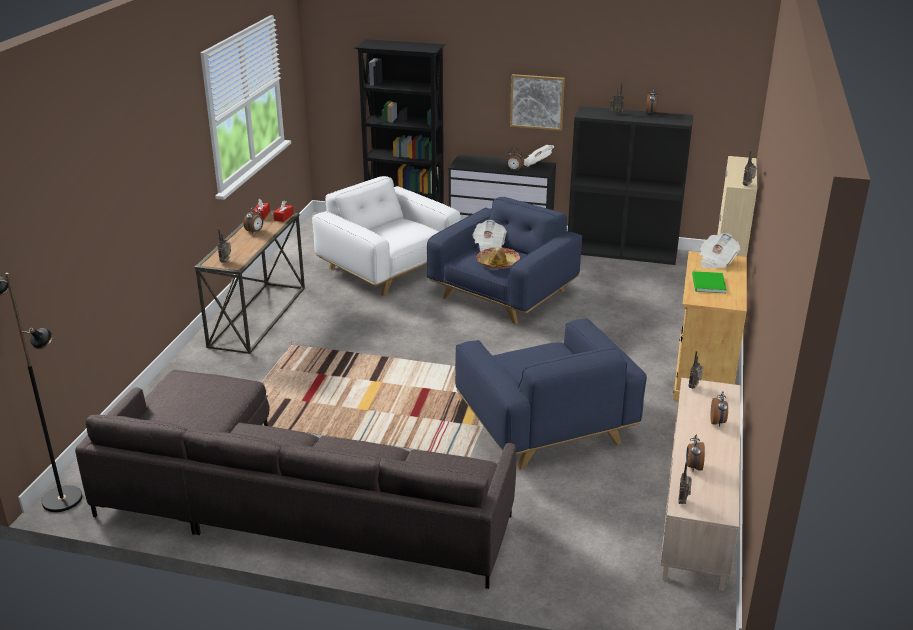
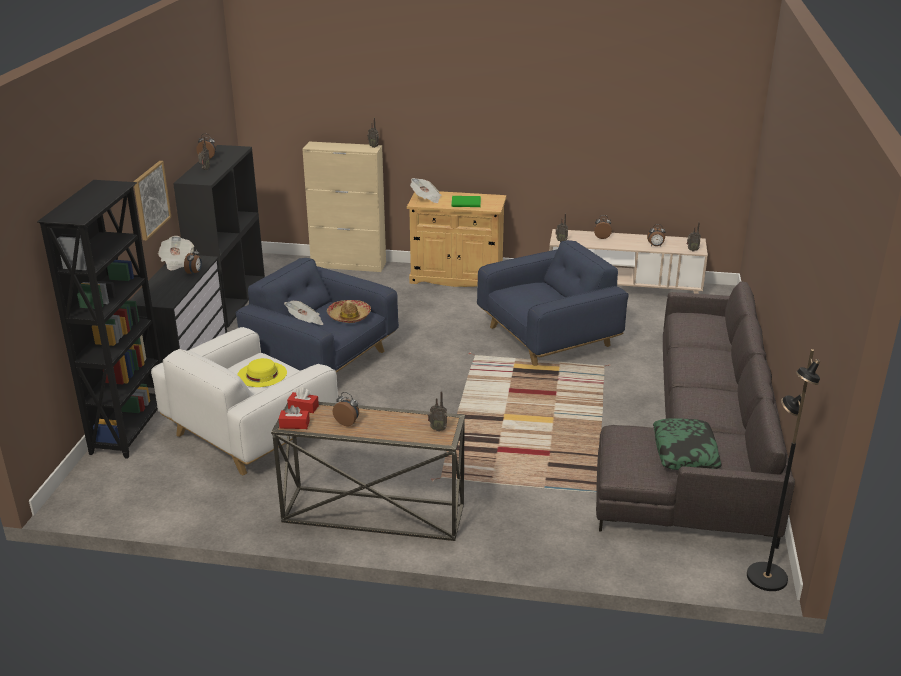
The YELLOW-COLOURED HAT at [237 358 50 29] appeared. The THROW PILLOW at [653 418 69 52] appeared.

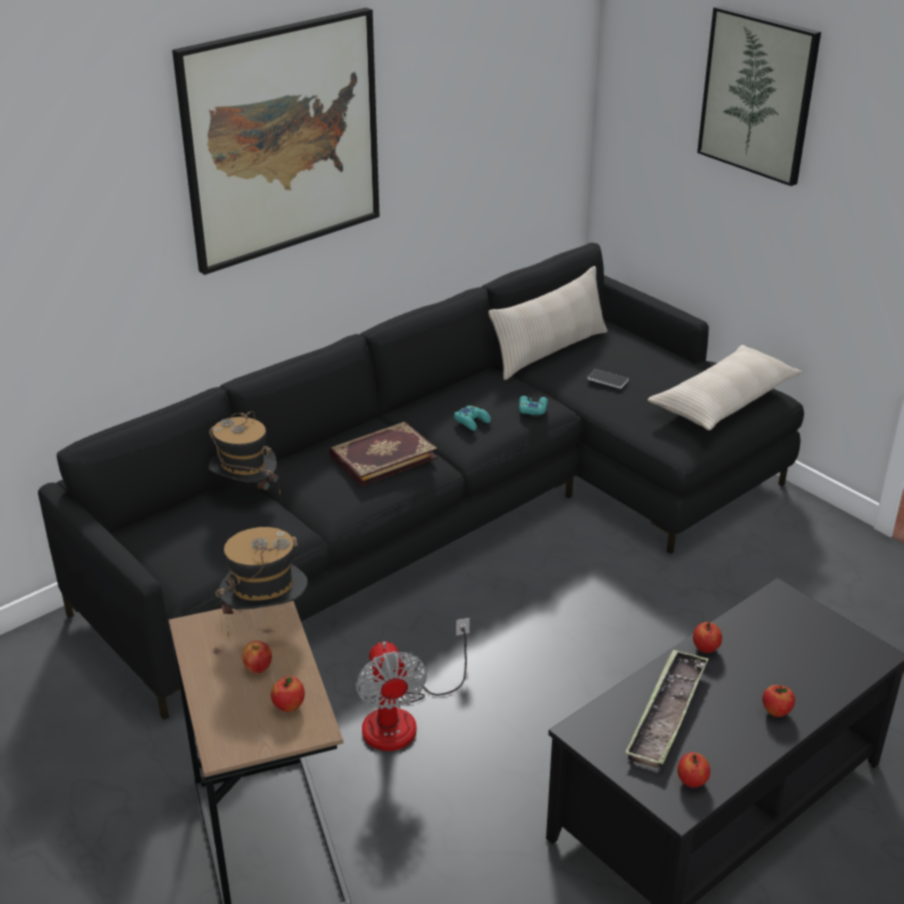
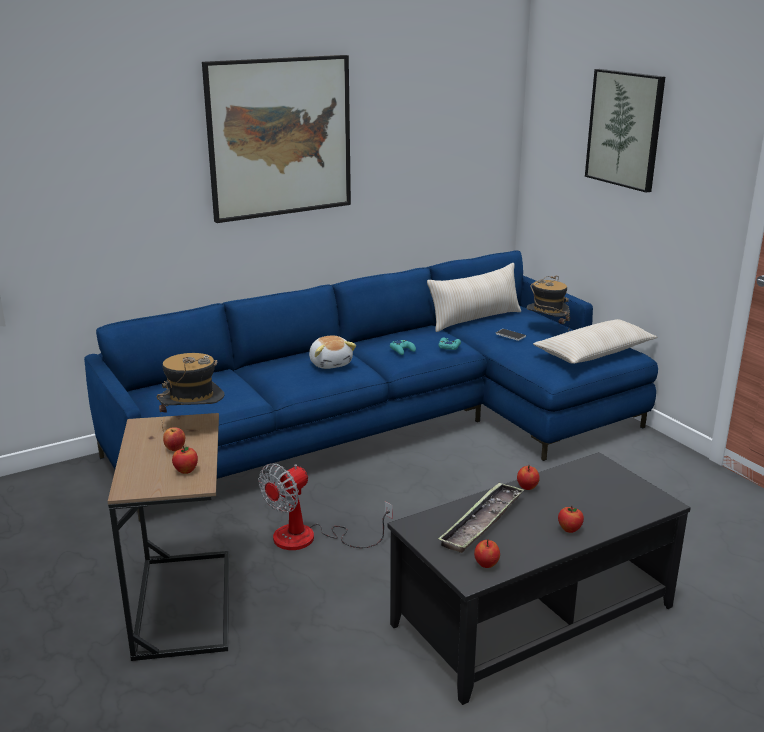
The BLACKISH COUCH at [38 243 766 476] became the BLUE-COLOURED COUCH at [84 250 574 272]. The FAN at [356 618 114 133] turned 45 degrees clockwise. The BOOK at [329 422 109 64] was replaced by the CUDDLY TOY at [309 335 47 34]. The HAT moved from [209 411 71 83] to [527 276 43 56].

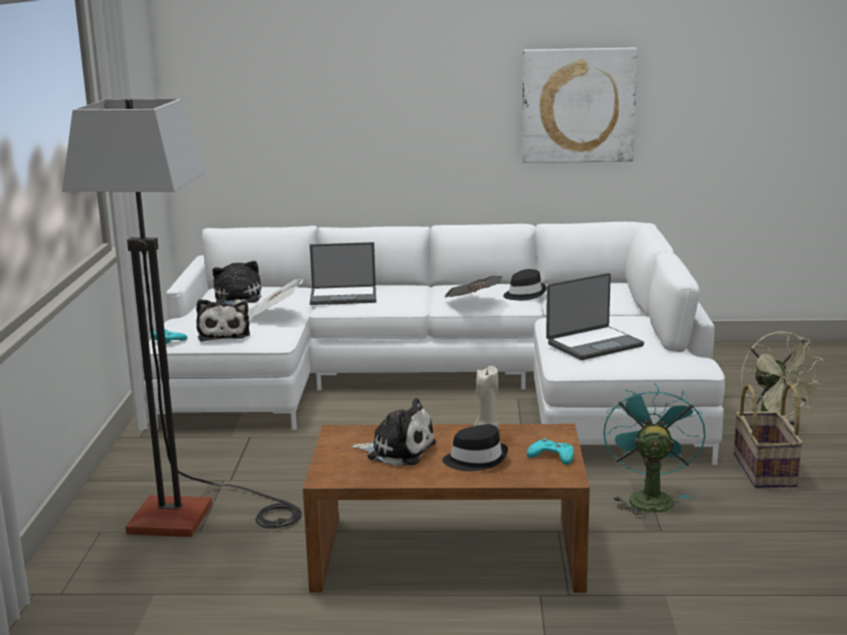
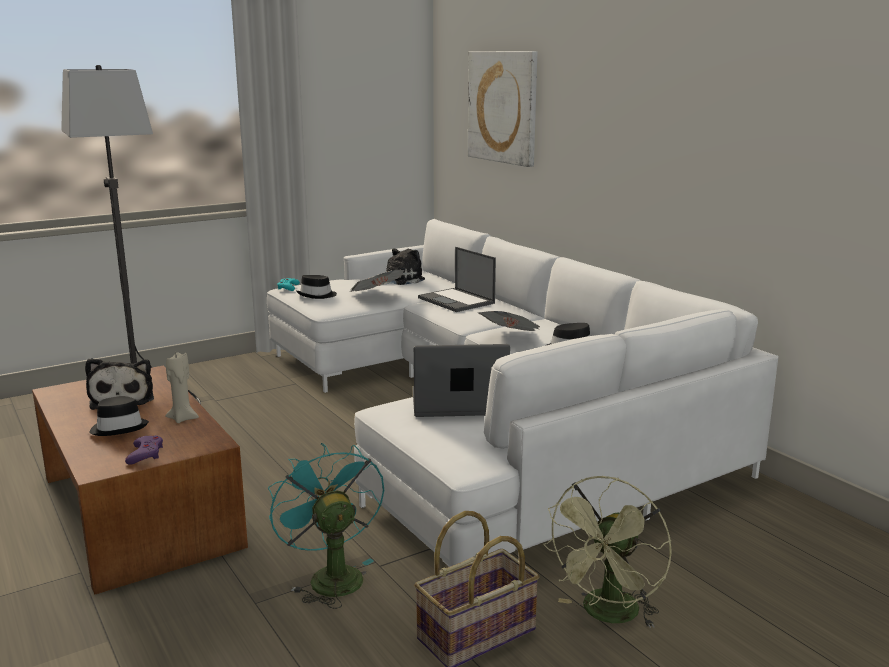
The BLUE-GREEN GAME CONTROLLER at [527 438 47 27] became the PURPLE GAME CONTROLLER at [125 435 38 30]. The BLUE-GREEN FAN at [603 383 103 136] turned 90 degrees counterclockwise. The CUDDLY TOY at [196 299 54 43] was replaced by the BLACKISH HAT at [297 275 40 24]. The PORTABLE COMPUTER at [546 273 98 87] turned 150 degrees clockwise. The PICTURE moved from [522 48 115 115] to [468 51 69 116].

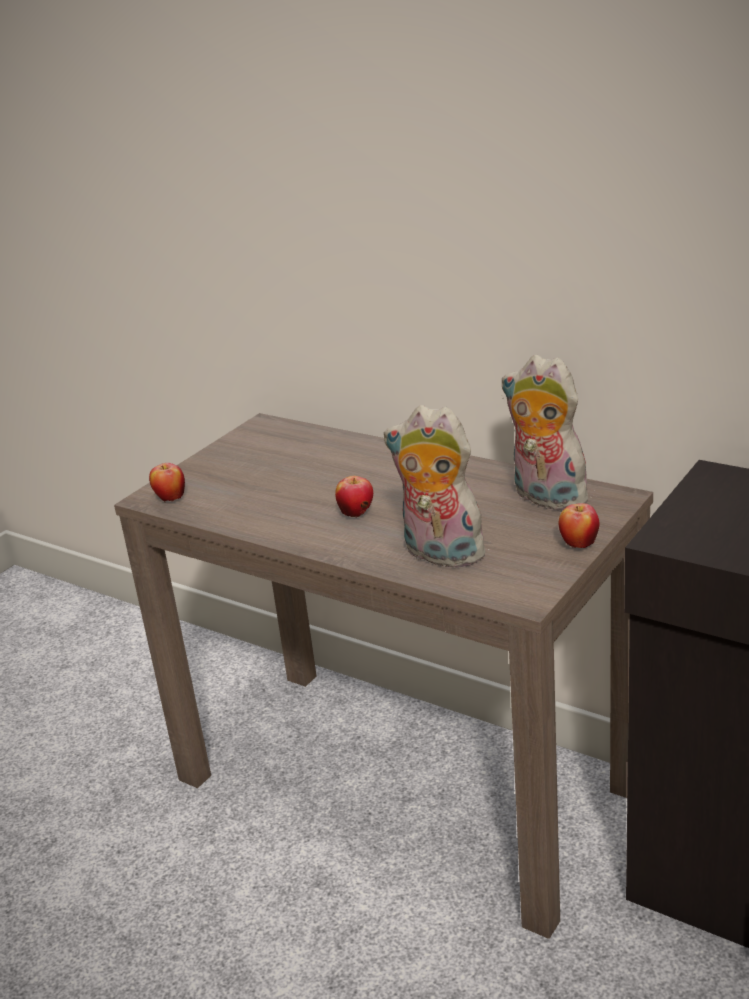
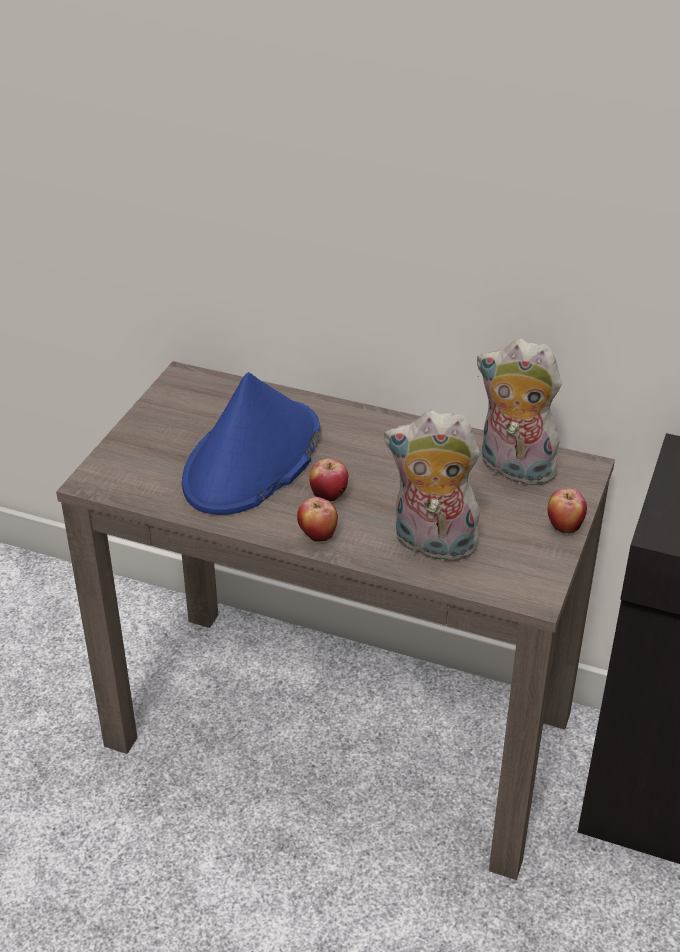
The BLUE-COLOURED HAT at [182 372 138 143] appeared. The APPLE FRUIT moved from [149 463 36 40] to [297 497 41 45].

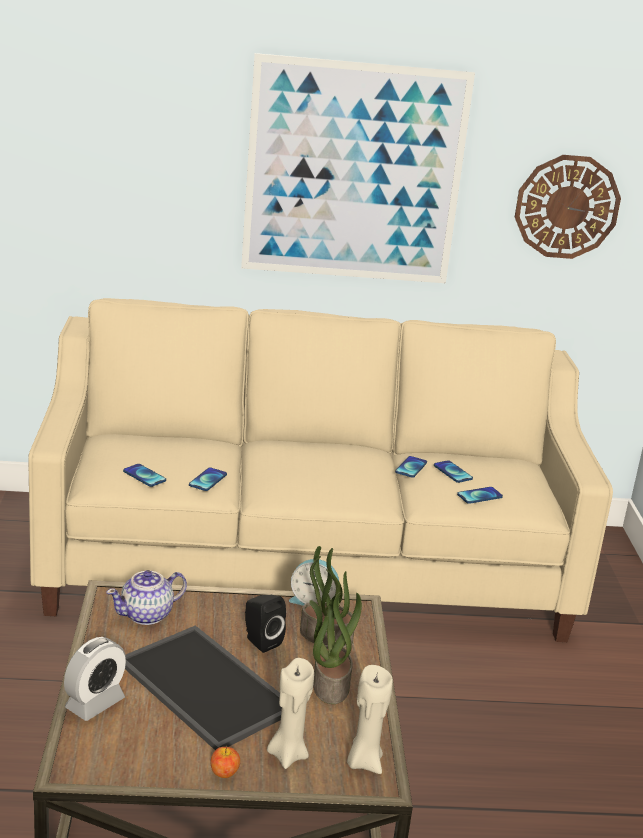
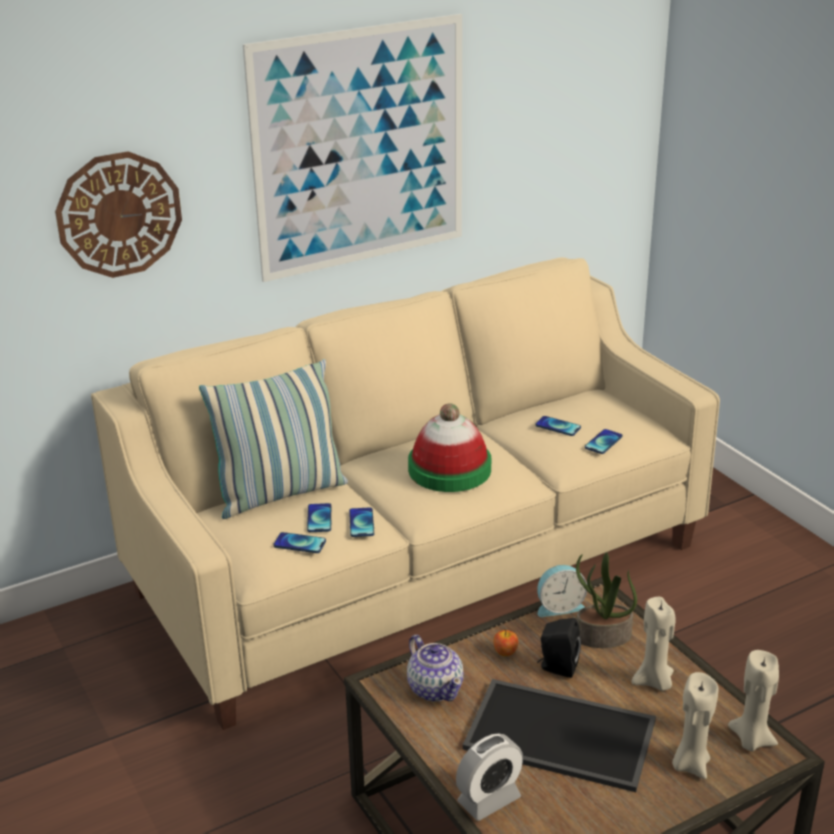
The HANGING CLOCK moved from [515 155 106 104] to [55 151 127 127]. The THROW PILLOW at [199 359 149 160] appeared. The TELEPHONE moved from [395 456 32 22] to [307 503 24 29]. The POT FOR TEA at [106 570 81 55] turned 60 degrees counterclockwise. The HAT at [408 403 83 89] appeared. The ALARM CLOCK at [64 637 62 84] turned 45 degrees clockwise. The APPLE FRUIT moved from [210 746 30 32] to [493 629 25 27]. The HOUSEPLANT at [309 591 53 113] was replaced by the BEIGE WAX CANDLE at [632 597 44 94].

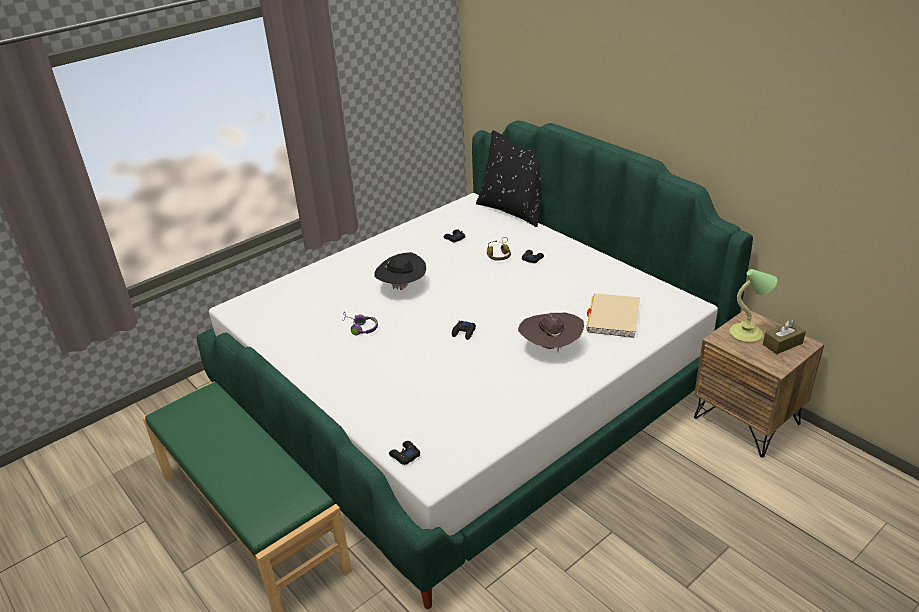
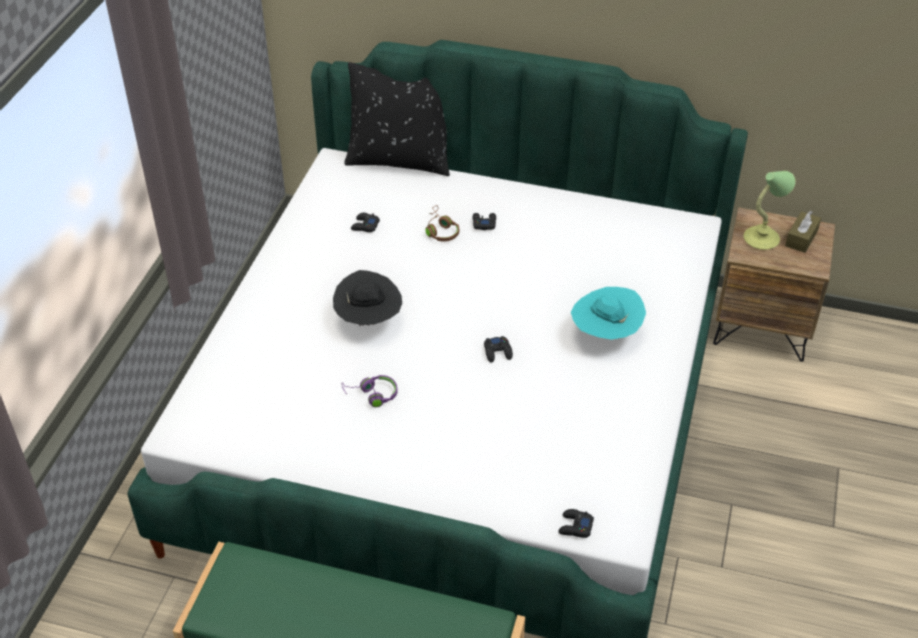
The BROWNISH HAT at [518 313 66 38] became the BLUE-GREEN HAT at [571 287 75 53]. The BEIGE BOOK at [586 293 54 45] disappeared.

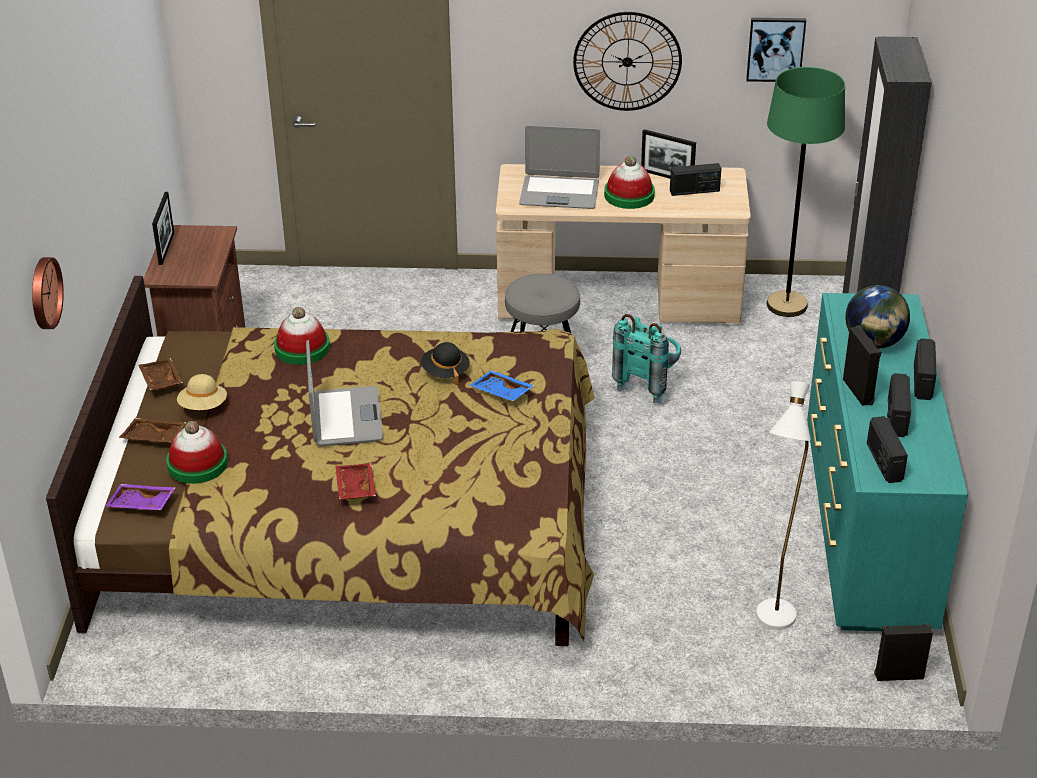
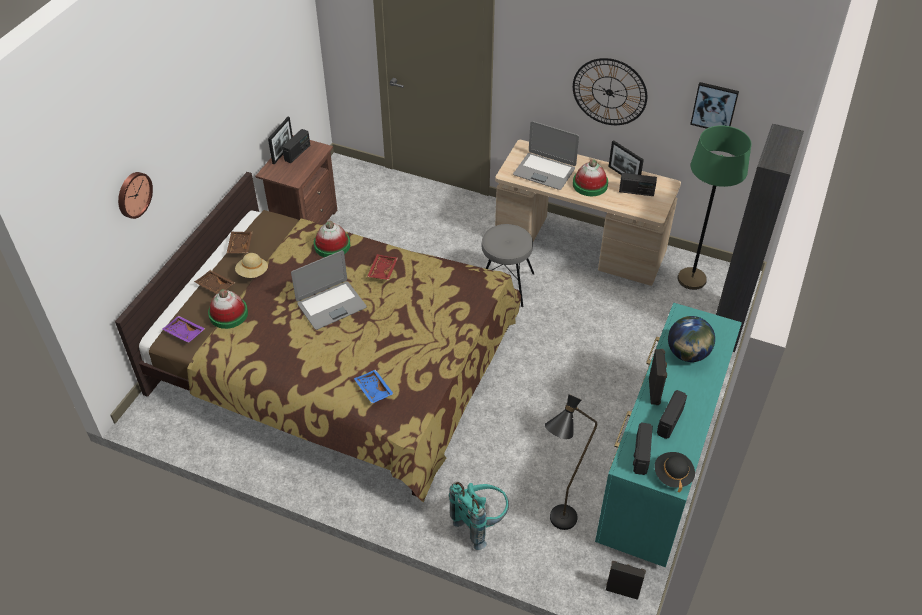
The RADIO SET moved from [914 338 23 62] to [282 129 28 34]. The PORTABLE COMPUTER at [306 340 77 107] turned 45 degrees clockwise. The BLUE-COLOURED CARRYING TRAY moved from [470 370 65 31] to [354 370 40 34]. The REDDISH CARRYING TRAY moved from [335 463 41 36] to [367 254 31 26]. The BLUE-GREEN RUCKSACK moved from [612 314 69 90] to [449 482 60 68]. The WHITISH STANDING LAMP at [756 381 55 249] became the BLACKISH STANDING LAMP at [545 394 52 136]. The BLACKISH HAT moved from [421 342 49 43] to [654 452 41 40].

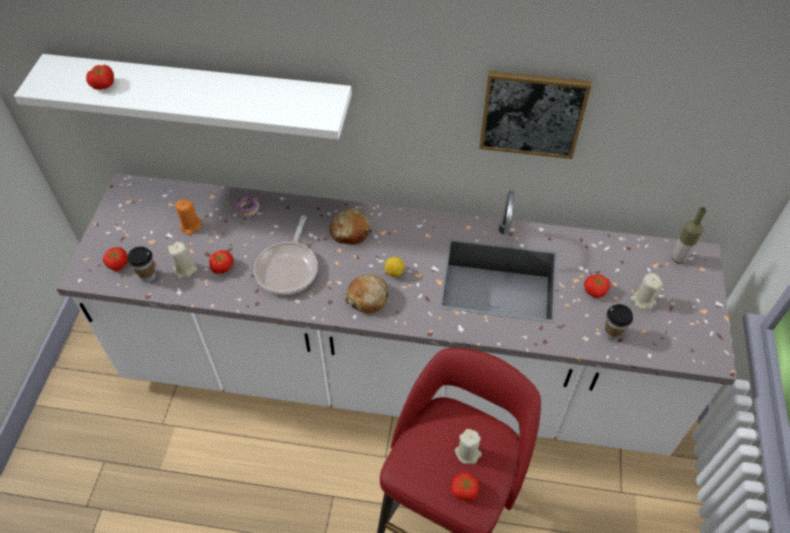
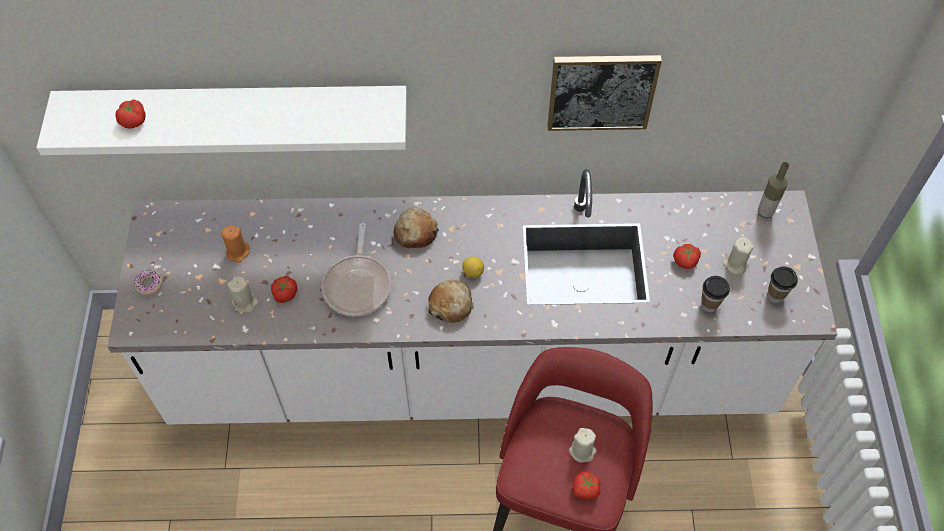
The RING DOUGHNUT moved from [235 196 24 21] to [134 270 29 25]. The DRINKING CUP moved from [127 246 29 36] to [767 266 31 37]. The FRESH TOMATO at [103 247 25 24] disappeared.

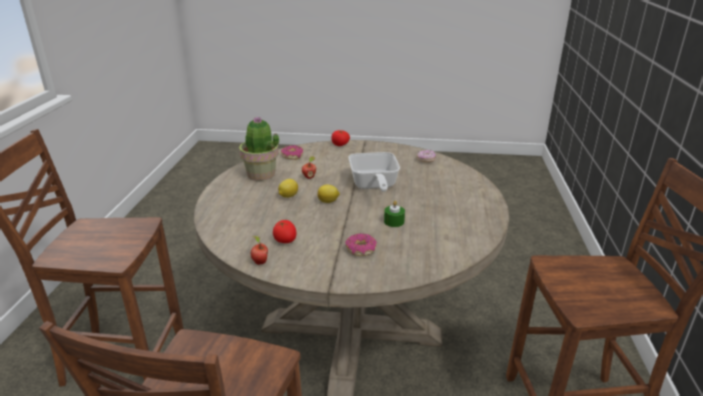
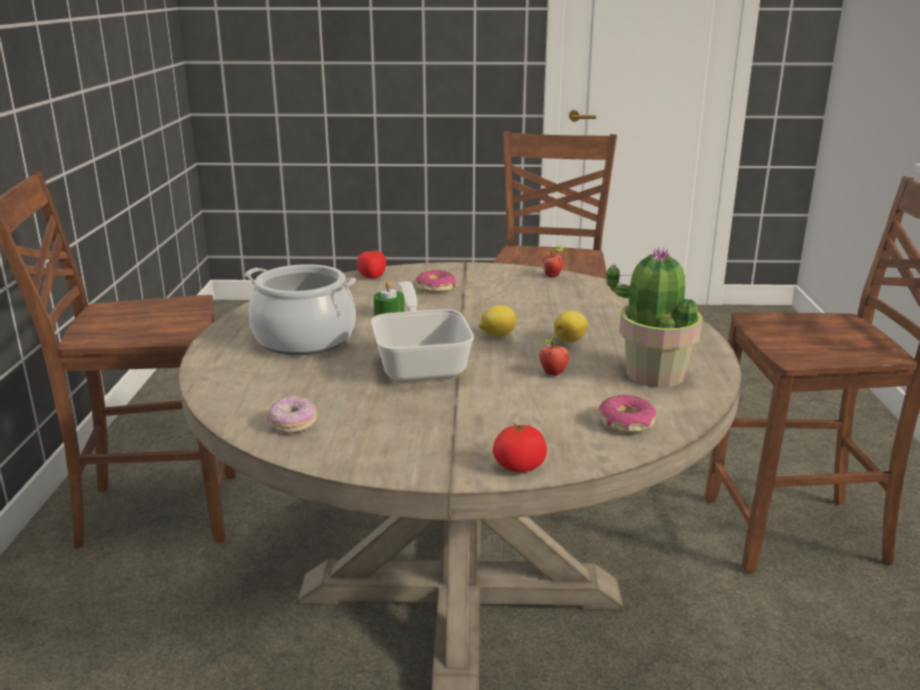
The COOKING POT at [245 264 111 91] appeared. The FRESH TOMATO moved from [273 220 23 23] to [357 249 29 30].

